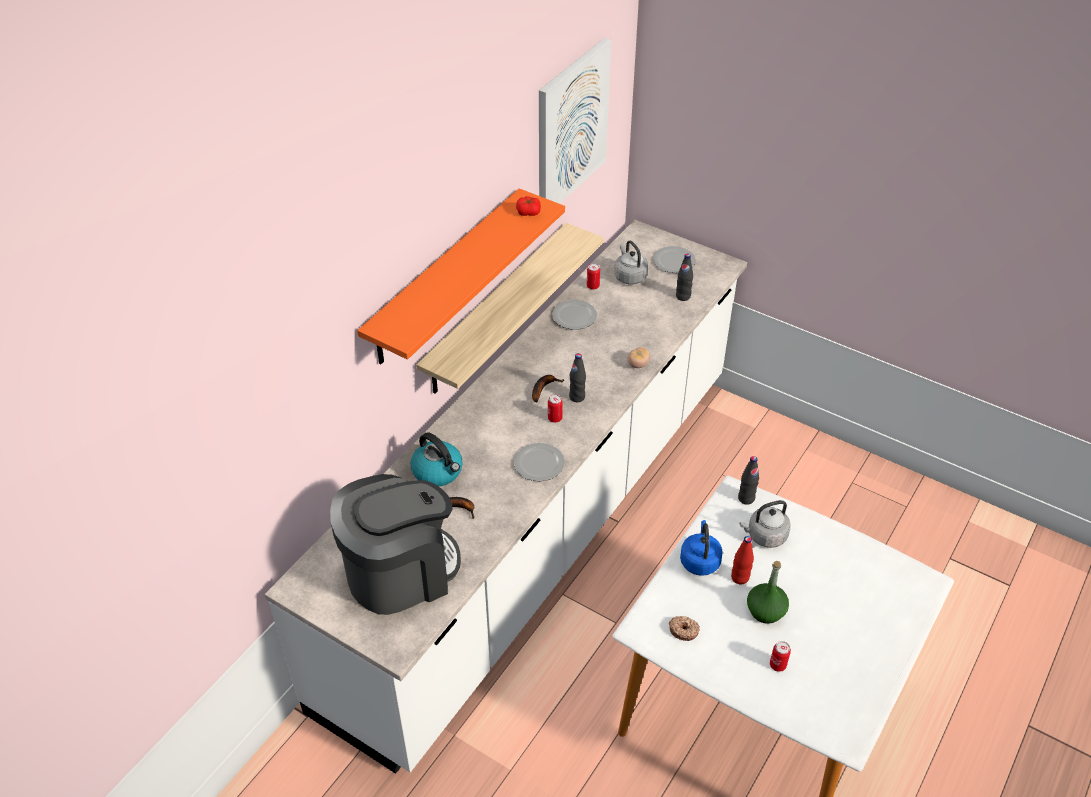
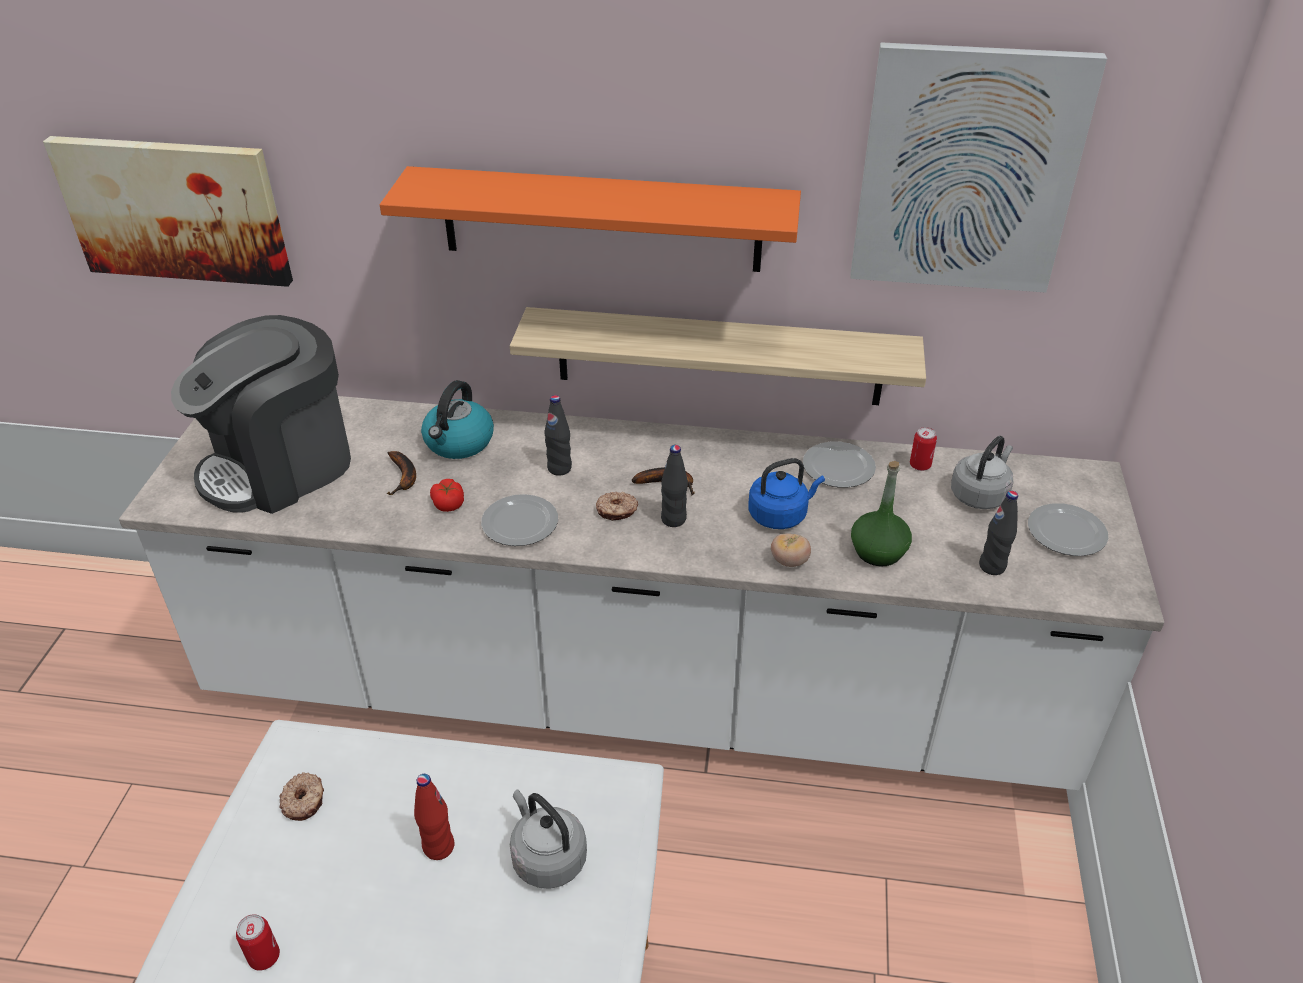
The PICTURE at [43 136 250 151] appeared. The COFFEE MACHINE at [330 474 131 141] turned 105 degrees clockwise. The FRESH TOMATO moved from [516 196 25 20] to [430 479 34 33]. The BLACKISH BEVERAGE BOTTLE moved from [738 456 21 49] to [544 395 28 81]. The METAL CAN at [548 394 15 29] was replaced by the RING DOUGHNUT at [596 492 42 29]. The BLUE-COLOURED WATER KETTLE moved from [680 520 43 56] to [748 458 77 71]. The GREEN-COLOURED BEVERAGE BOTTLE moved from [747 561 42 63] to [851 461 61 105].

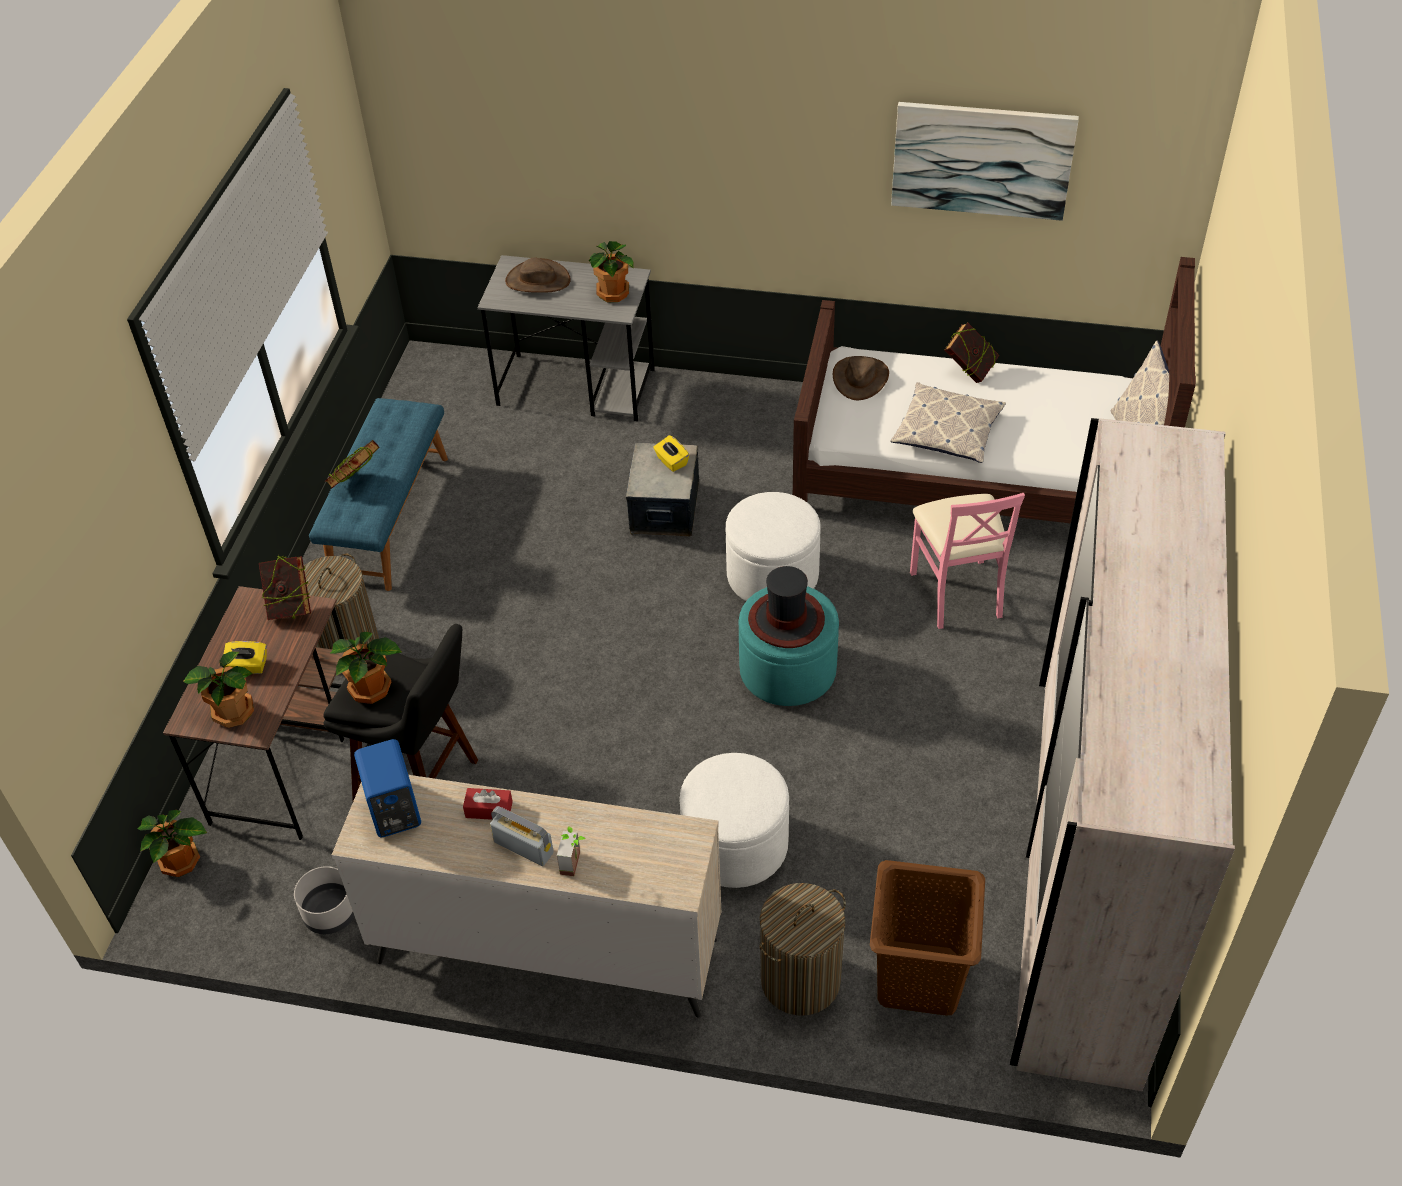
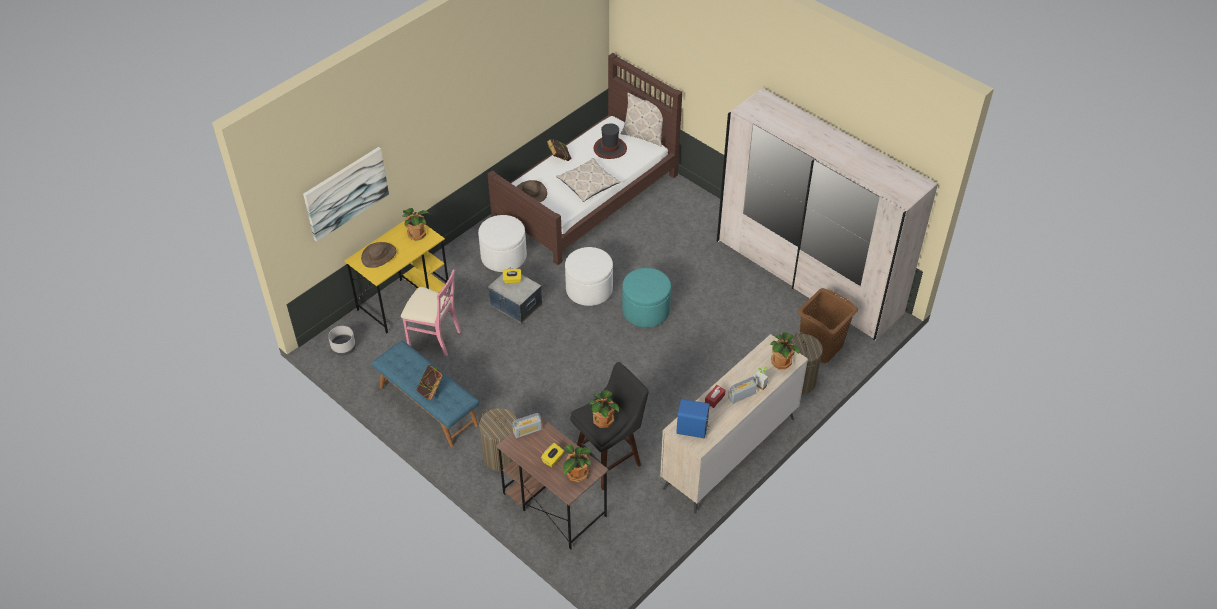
The PICTURE moved from [891 102 188 119] to [303 147 86 95]. The GRAY PLANTER moved from [294 866 60 68] to [328 326 28 30]. The GRAY DESK UNIT at [478 255 177 166] became the YELLOW-COLOURED DESK UNIT at [345 220 105 114]. The PINK PLAIN CHAIR moved from [910 493 115 136] to [401 270 60 86]. The WHITISH OTTOMAN moved from [679 753 110 135] to [478 215 49 57]. The BOOK at [259 555 52 65] was replaced by the RADIO SET at [512 413 30 25]. The HAT moved from [748 566 77 82] to [594 123 33 36]. The HOUSEPLANT moved from [138 810 69 67] to [770 332 29 37].

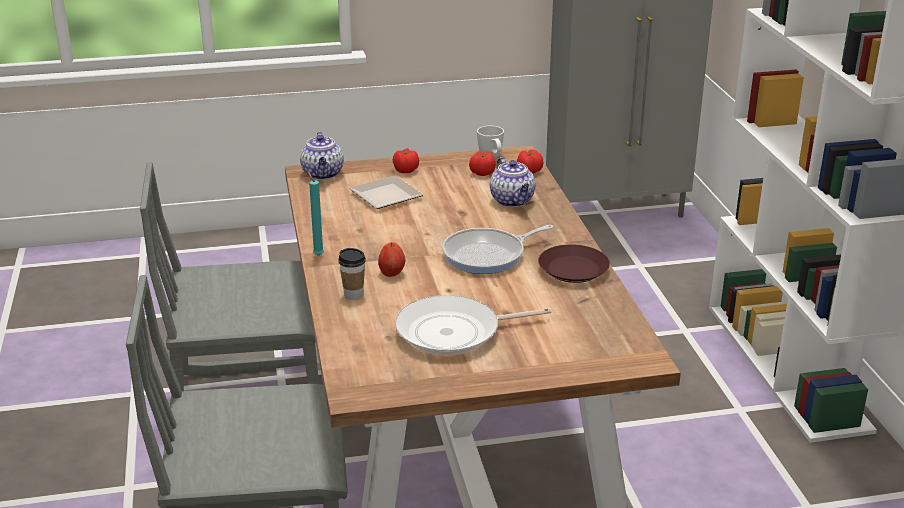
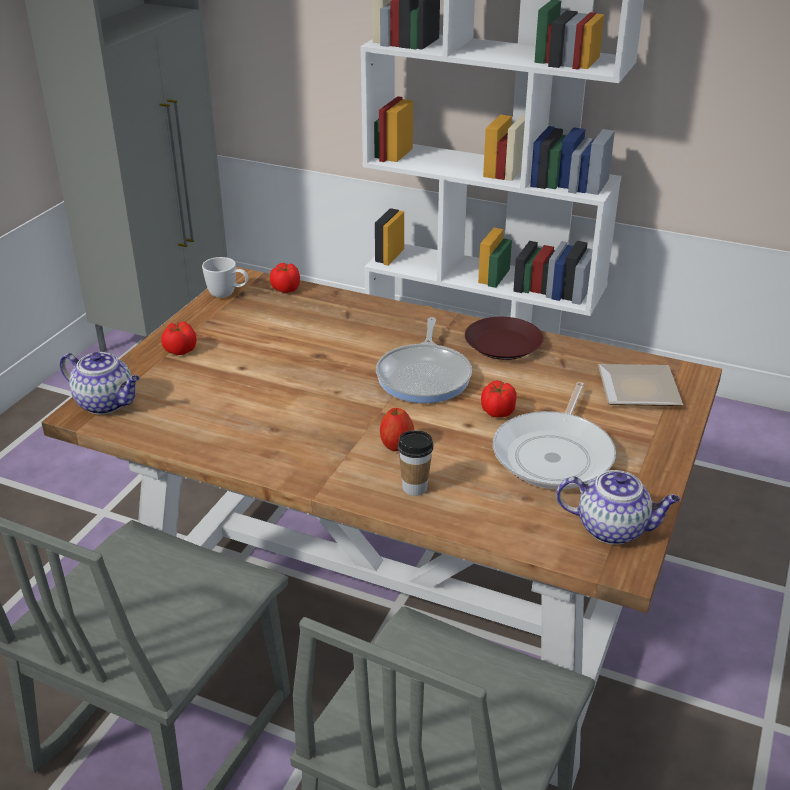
The FRESH TOMATO moved from [469 151 27 25] to [481 380 36 37]. The POT FOR TEA moved from [490 157 45 50] to [556 470 124 74]. The DINNER PLATE moved from [349 175 75 34] to [598 364 85 42]. The BLUE-GREEN WAX CANDLE at [308 171 16 85] disappeared.

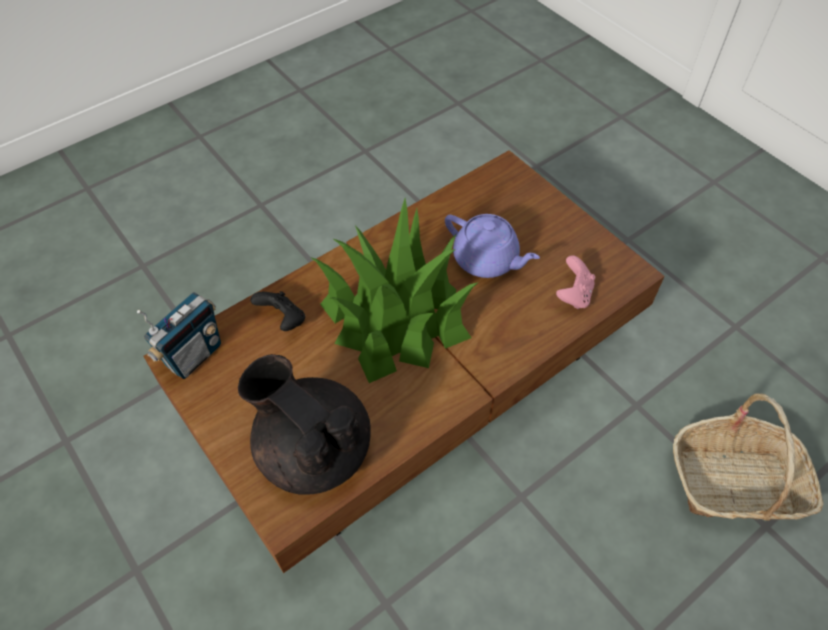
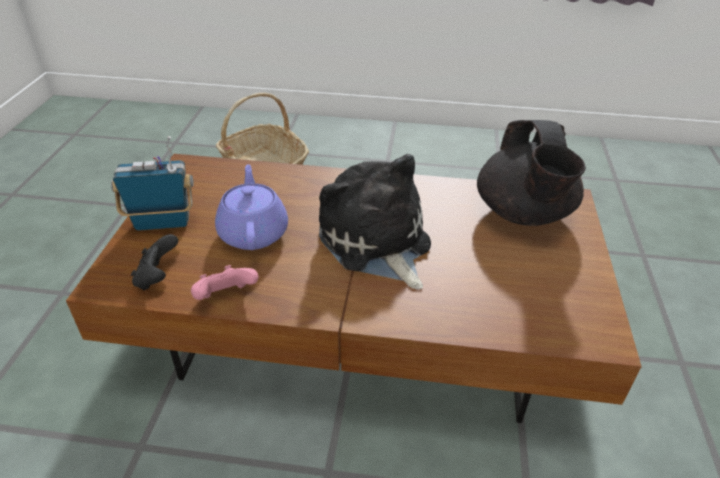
The RADIO SET moved from [137 292 84 87] to [111 136 83 95]. The BLACKISH GAME CONTROLLER moved from [250 291 55 40] to [131 234 47 57]. The PINK GAME CONTROLLER moved from [556 255 39 54] to [191 265 67 35]. The HOUSEPLANT at [310 199 169 184] was replaced by the CUDDLY TOY at [319 154 112 135].

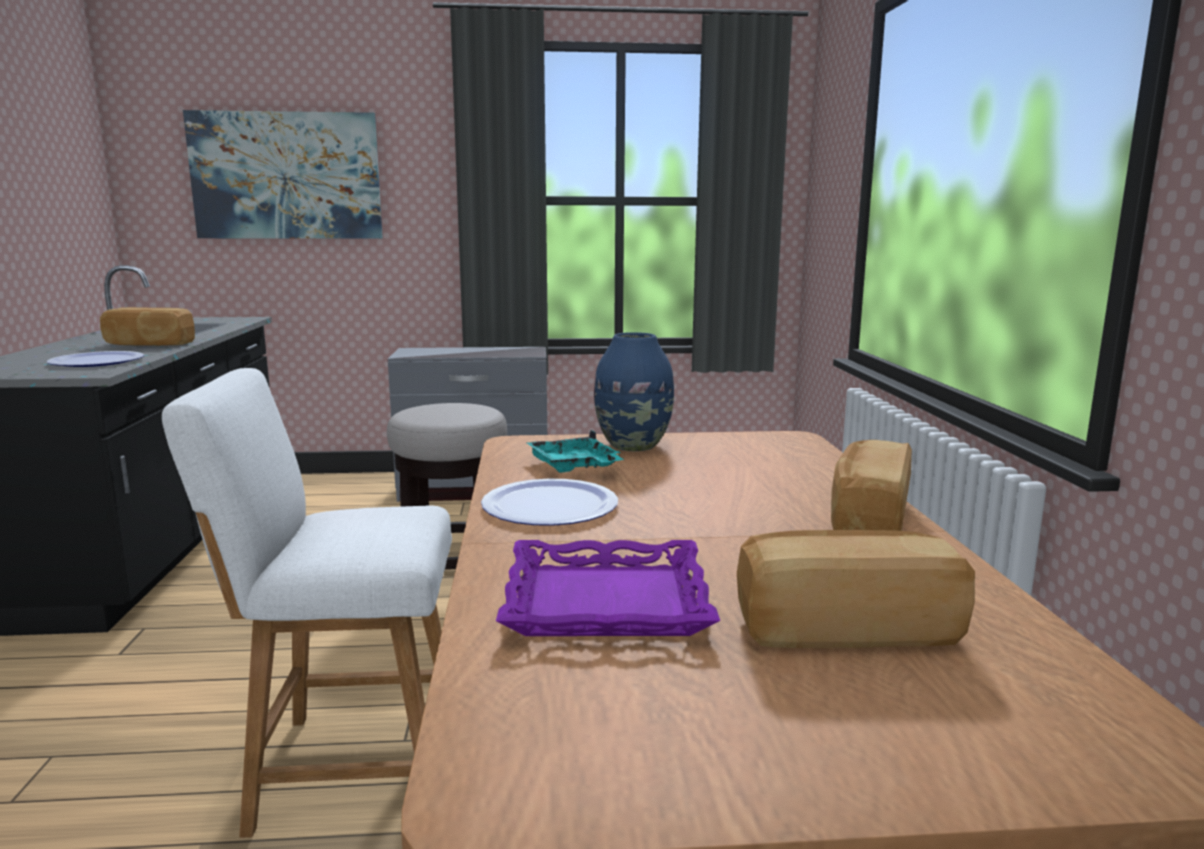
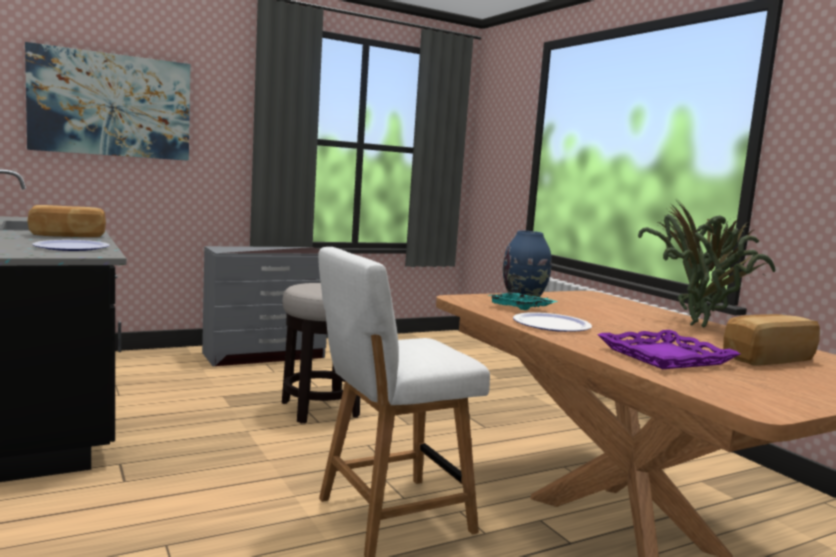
The BAKED BREAD at [831 440 81 91] was replaced by the HOUSEPLANT at [638 199 138 128].

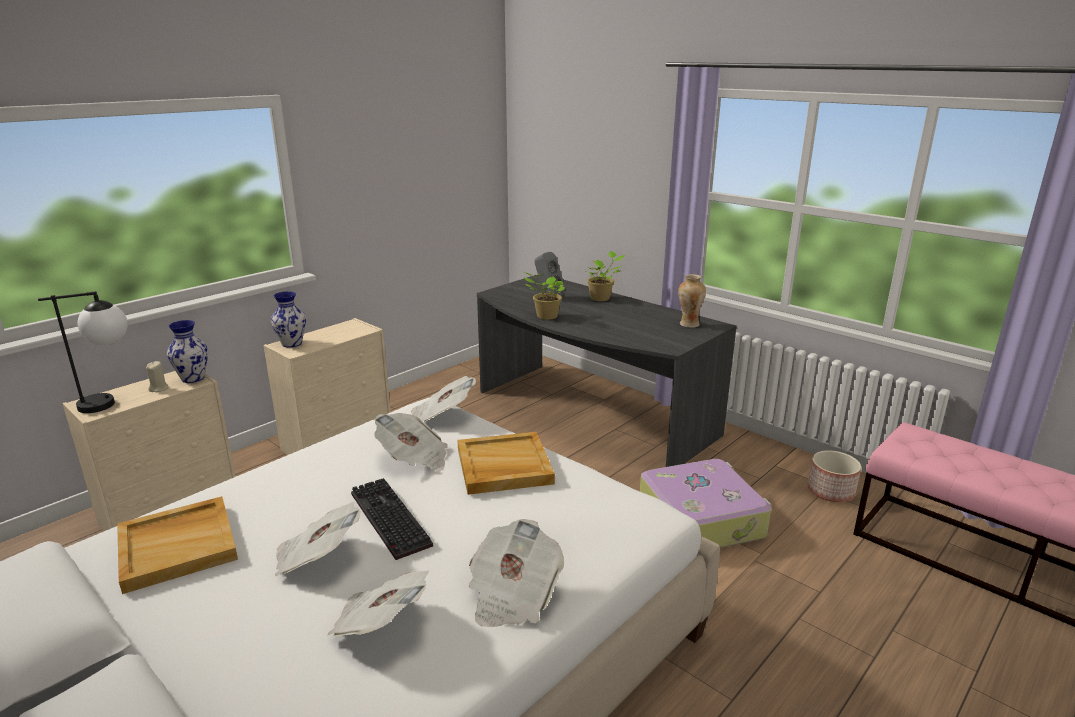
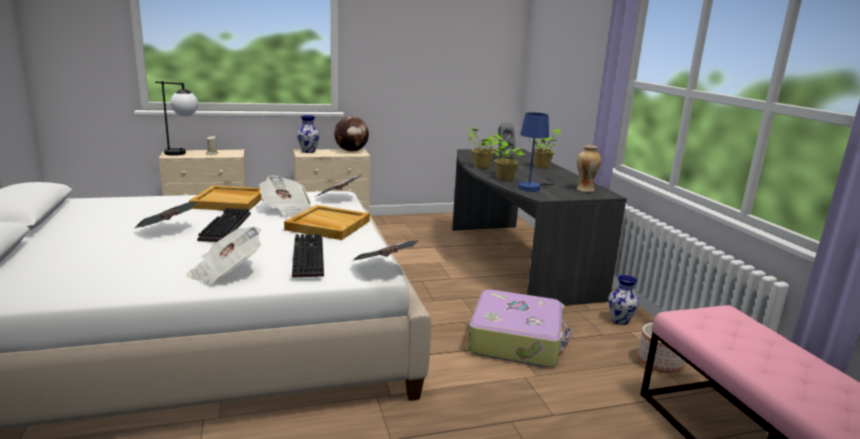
The BEIGE CARRYING TRAY moved from [117 496 121 98] to [189 185 73 26]. The KEYBOARD at [292 234 32 43] appeared. The DESK GLOBE at [334 116 35 36] appeared. The PRINTED PAPER moved from [327 571 102 65] to [353 241 65 20]. The HOUSEPLANT at [493 134 32 46] appeared. The BLUE-COLOURED TABLE LAMP at [518 112 37 80] appeared. The FLOWER VASE moved from [167 320 41 63] to [608 275 31 50].

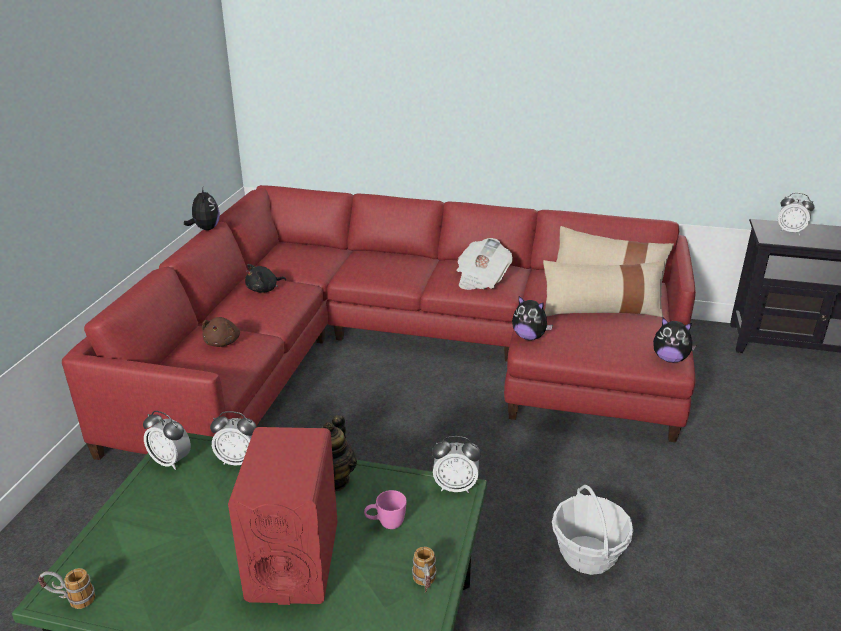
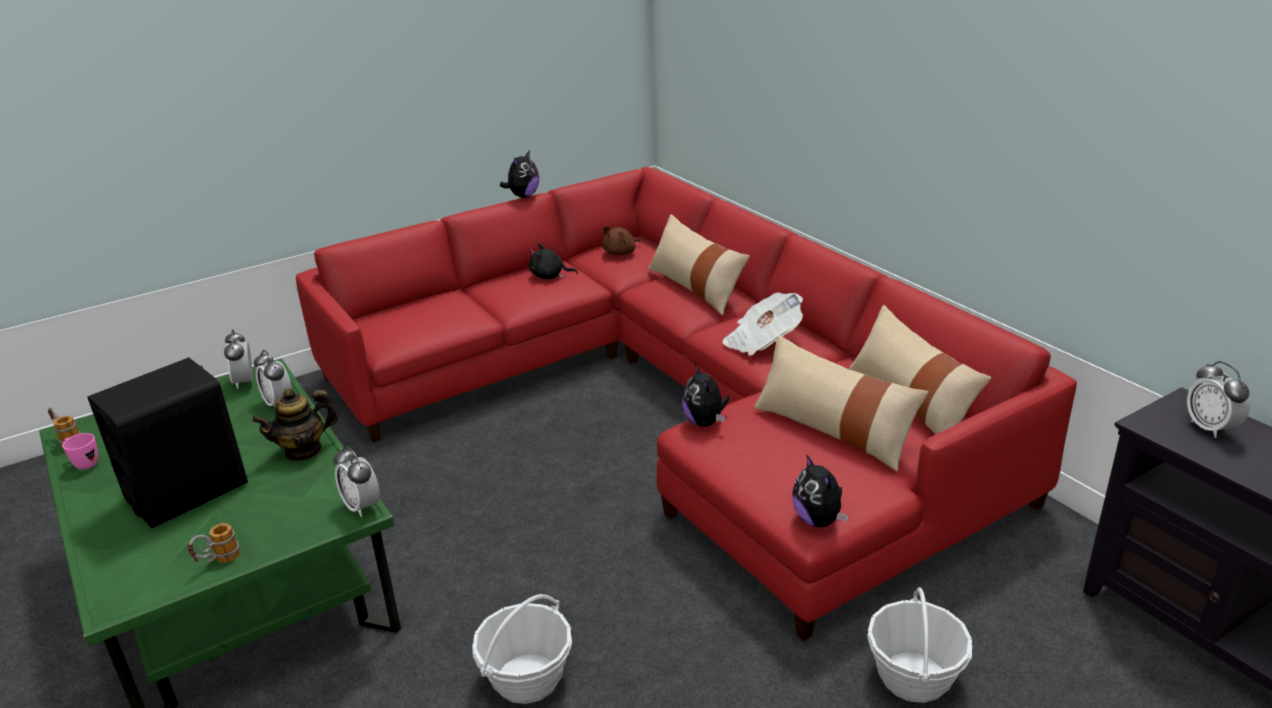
The PINK COFFEE MUG moved from [364 490 43 39] to [62 433 36 37]. The REDDISH LOUDSPEAKER at [228 427 110 178] became the BLACKISH LOUDSPEAKER at [88 358 160 170]. The BROWNISH CUDDLY TOY moved from [202 317 38 30] to [602 226 38 29]. The BEIGE THROW PILLOW at [648 214 102 101] appeared. The STORAGE BASKET at [867 587 105 116] appeared.

